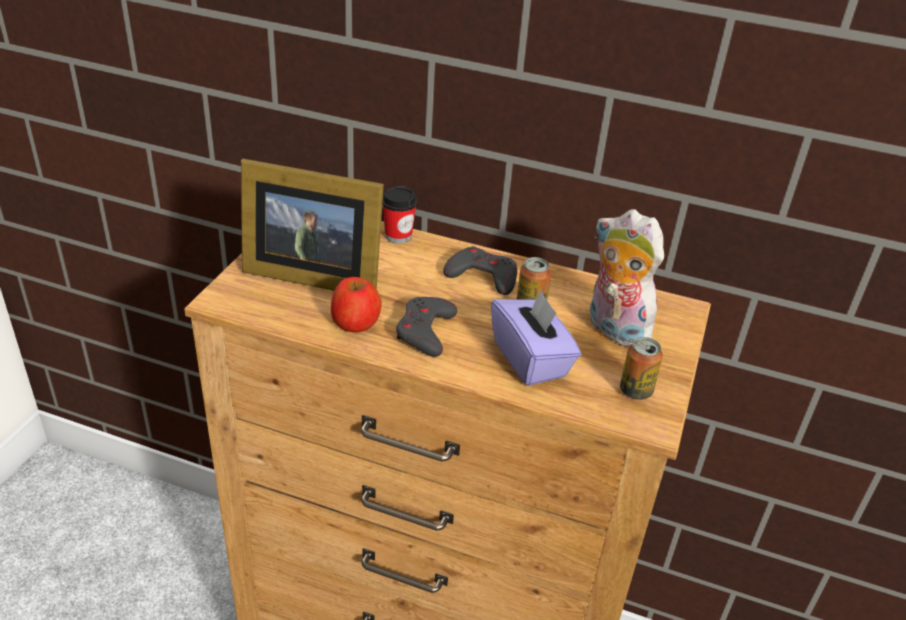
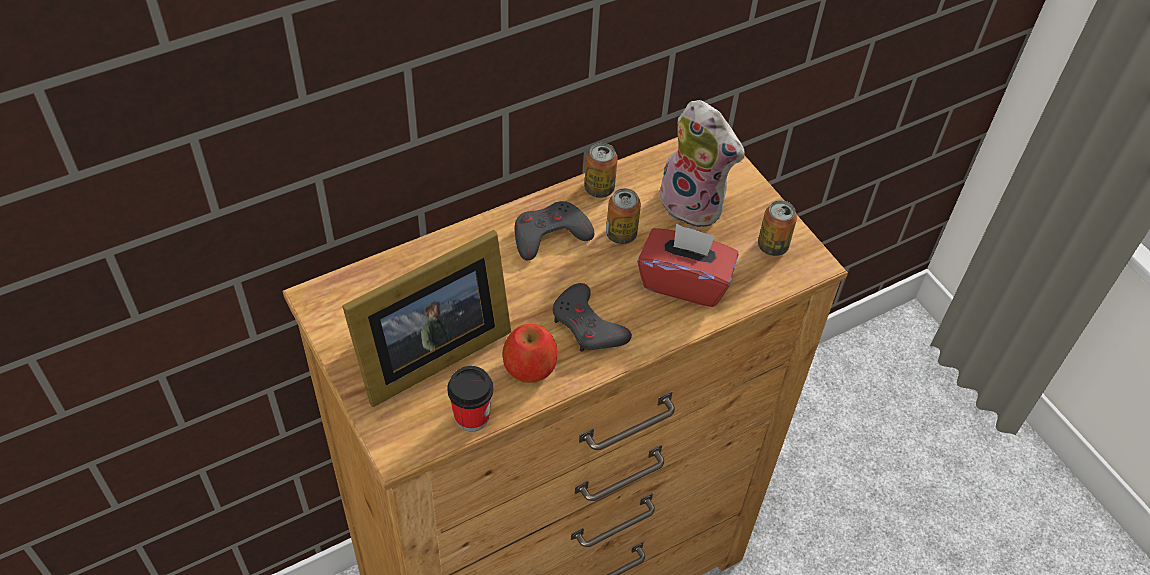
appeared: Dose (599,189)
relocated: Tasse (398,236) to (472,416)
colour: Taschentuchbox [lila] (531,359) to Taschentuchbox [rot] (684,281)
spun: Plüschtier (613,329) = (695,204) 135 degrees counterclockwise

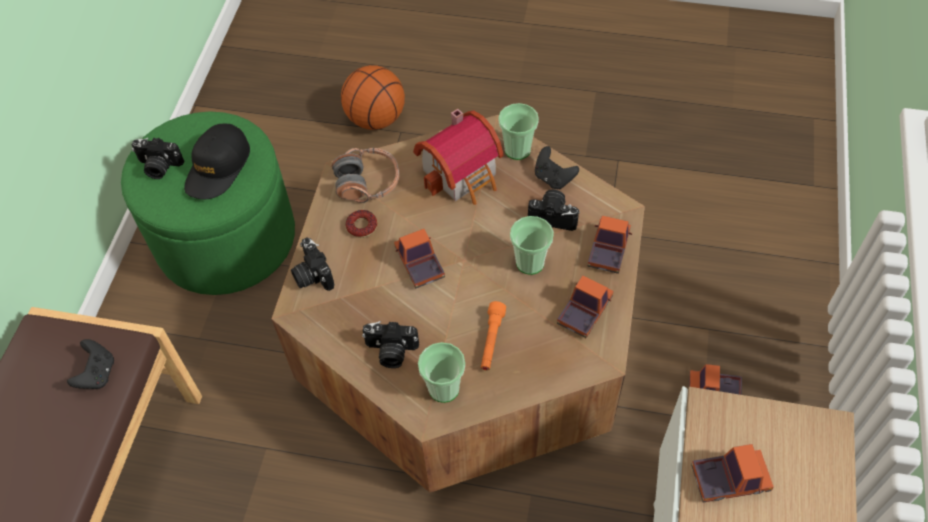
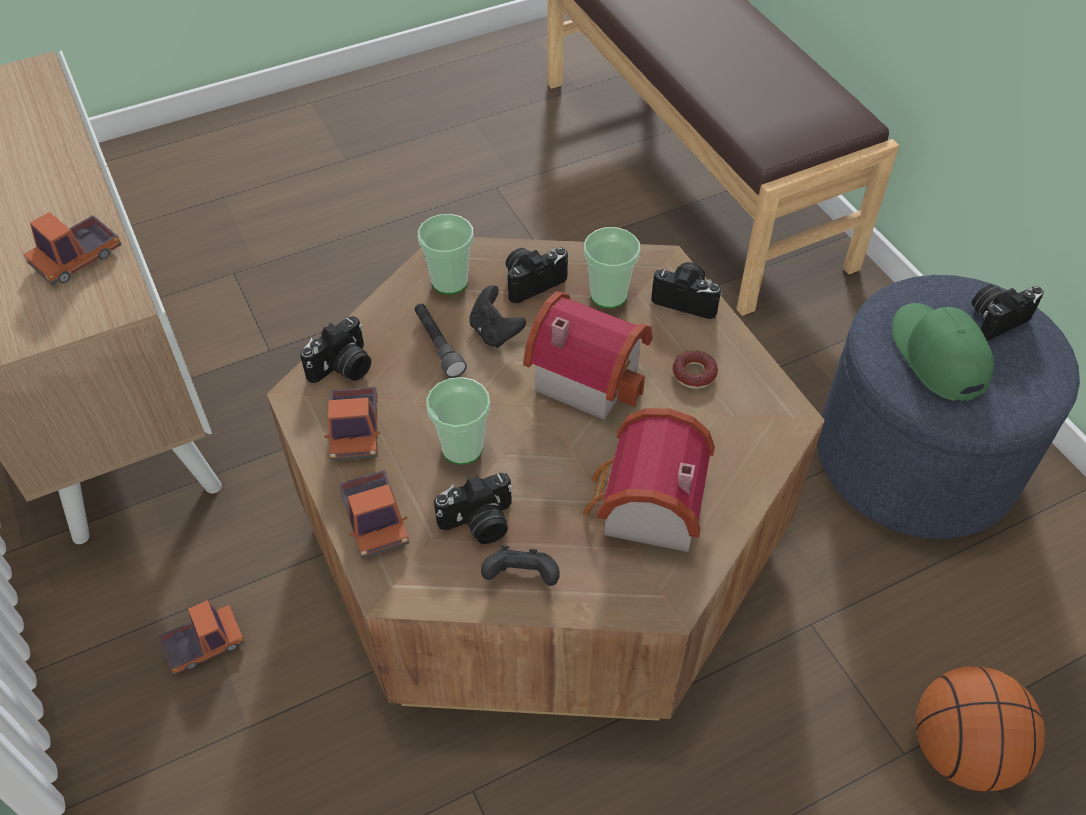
missing: Kopfhörer (367,183)
appeared: Kamera (343,368)
relocated: Gamepad [schwarz] (97,374) to (495,332); Tasse (517,150) to (608,295)
exchanged: Spielzeuglaster (419,264) to Spielzeughaus (587,373)
colour: Taschenlampe [orange] (491,340) to Taschenlampe [grau] (438,345); Polsterhocker [grün] (226,238) to Polsterhocker [blau] (916,458); Kappe [schwarz] (218,168) to Kappe [grün] (937,356)

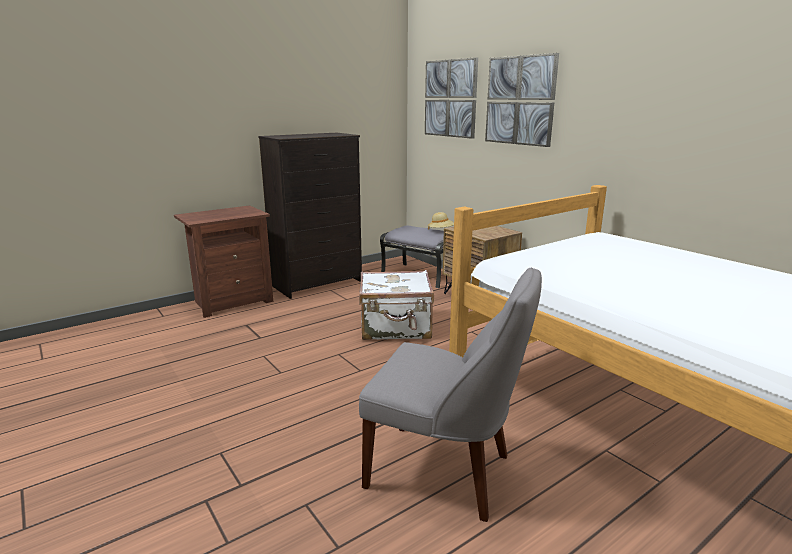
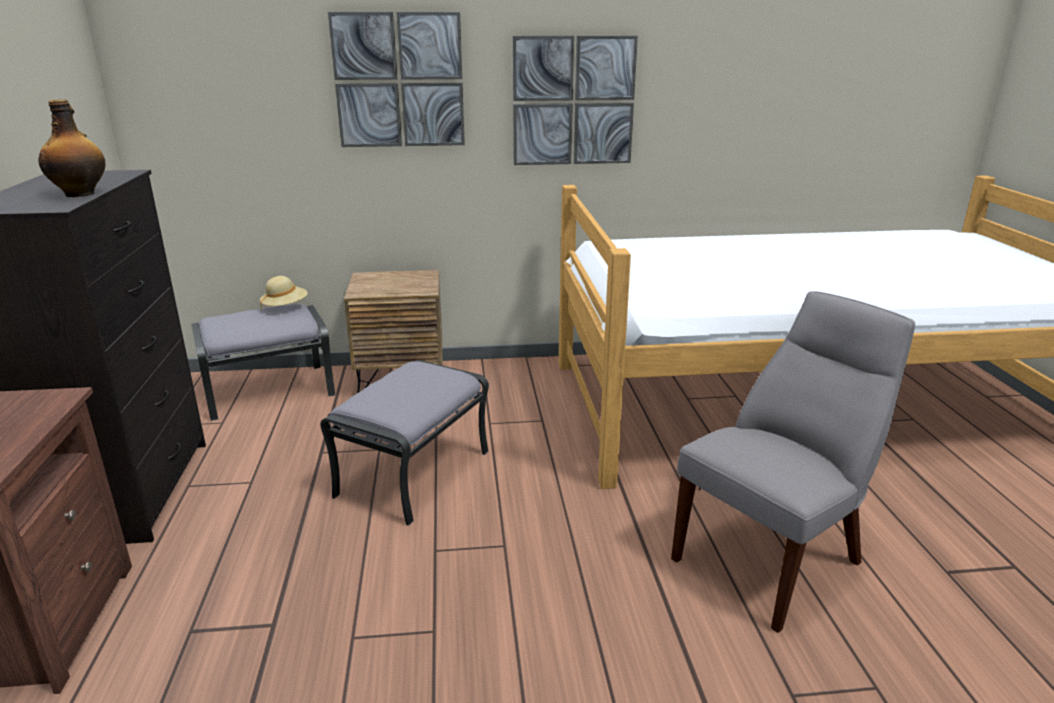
appeared: Flasche (81,194)
relocated: Bild (450,98) to (573,101)
exchanged: Koffer [weiß] (396,328) to Polsterhocker [grau] (413,472)

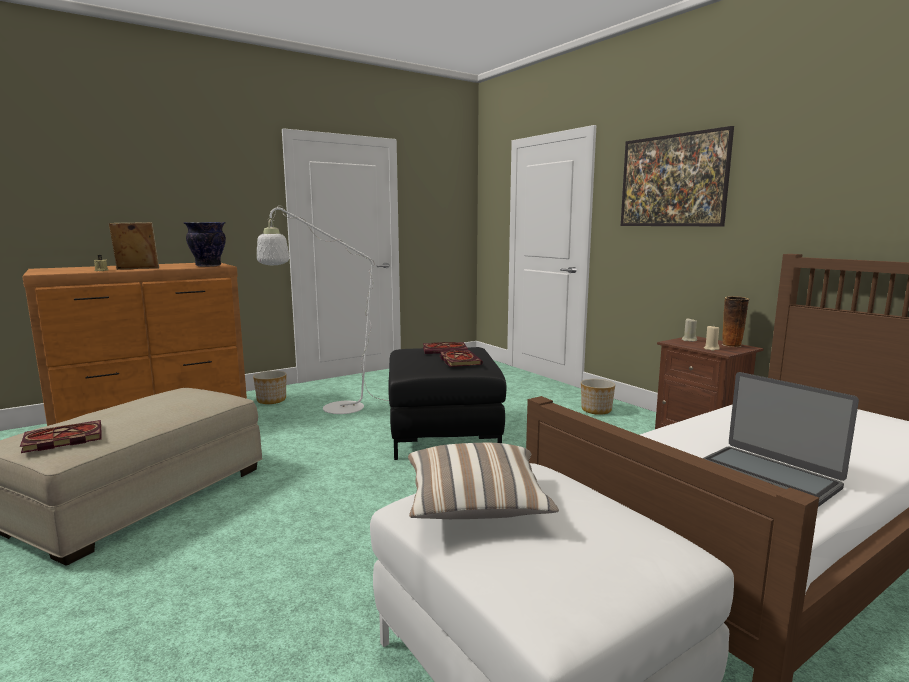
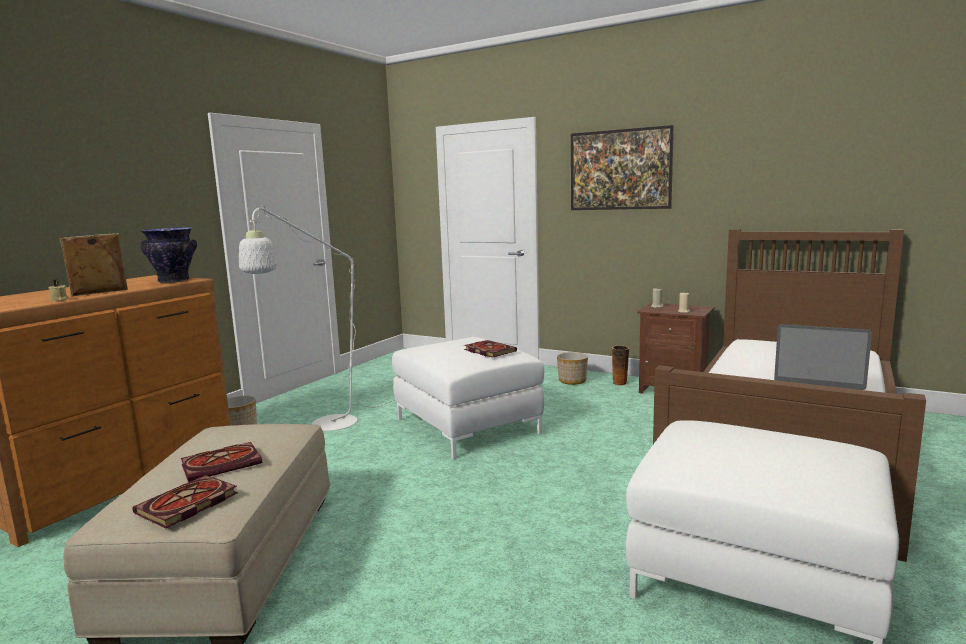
missing: Kissen (476,506)
relocated: Buch (445,350) to (223,464); Vase (732,345) to (620,383)
colour: Polsterhocker [schwarz] (442,433) to Polsterhocker [weiß] (466,426)

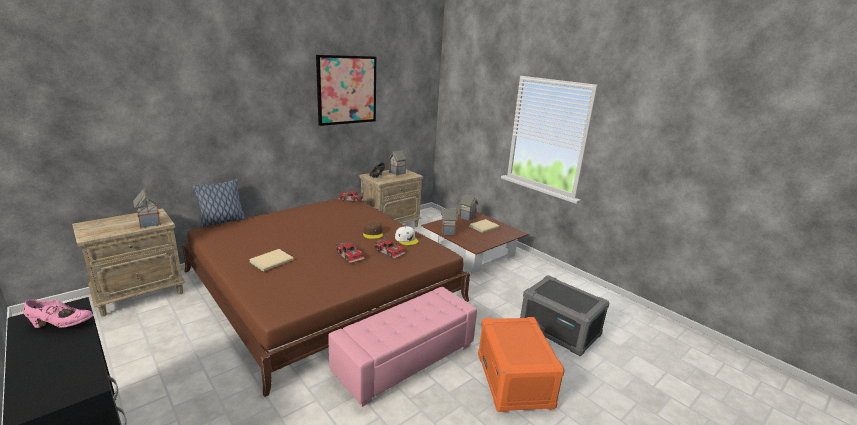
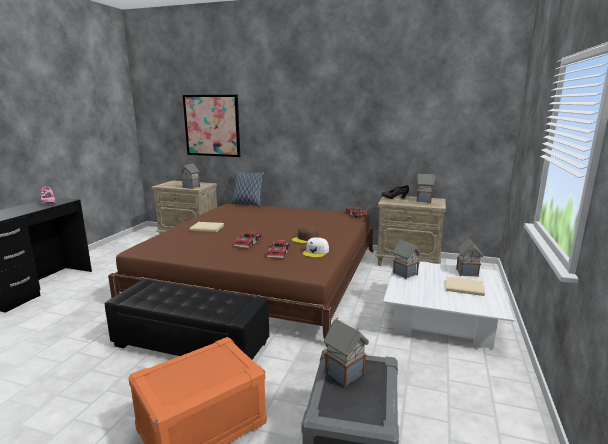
appeared: Spielzeughaus (345,374)
relocated: Bild (347,90) to (212,125)
colour: Polsterhocker [rosa] (405,358) to Polsterhocker [schwarz] (191,344); Couchtisch [braun] (471,252) to Couchtisch [weiß] (440,317)

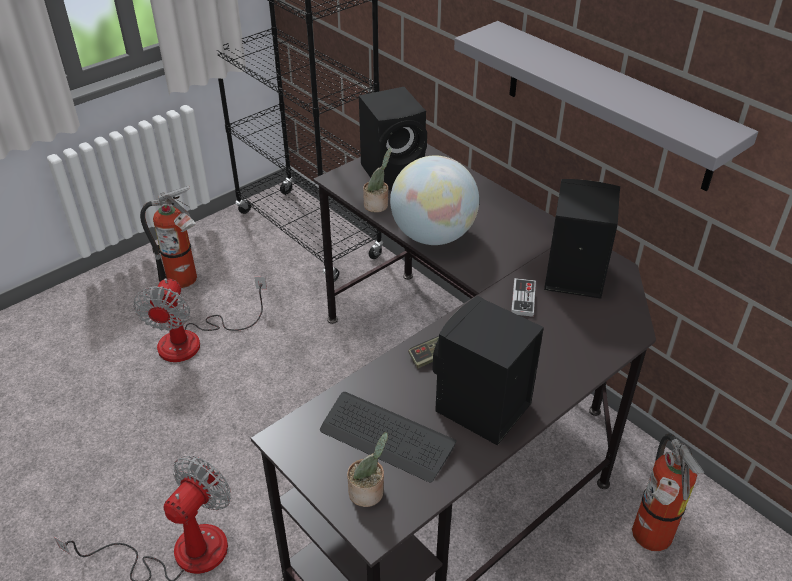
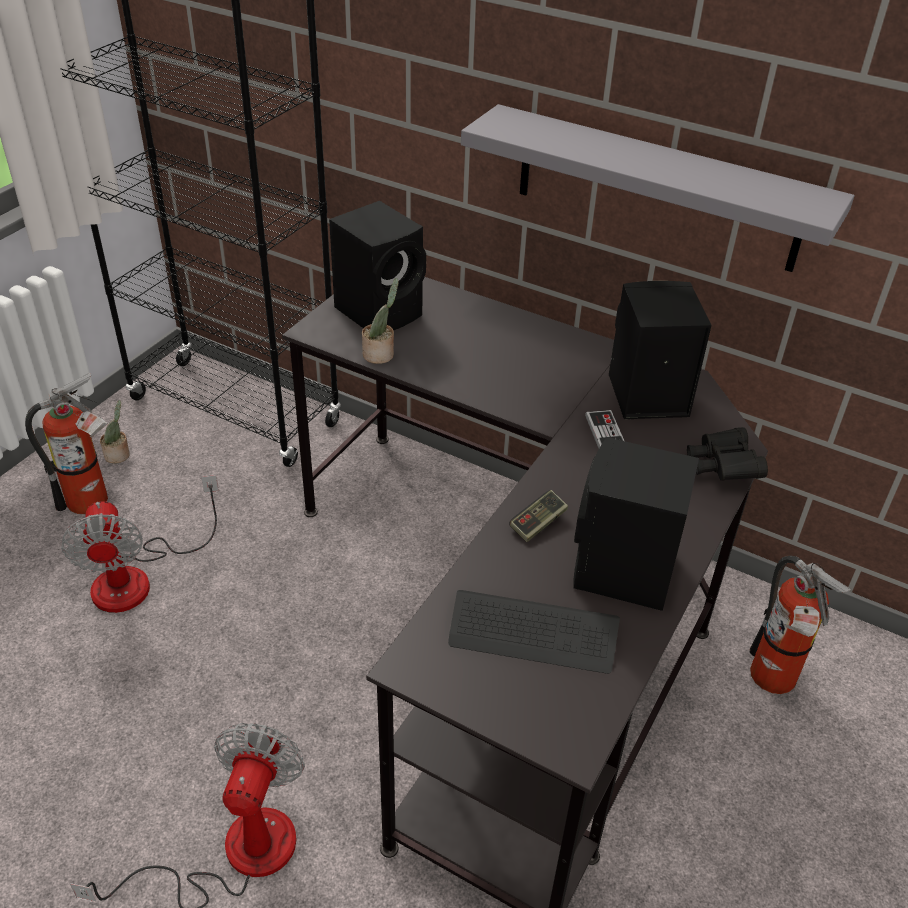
missing: Globus (433,236)
appeared: Fernglas [schwarz] (722,467)
relocated: Topfpflanze (368,493) to (119,455)

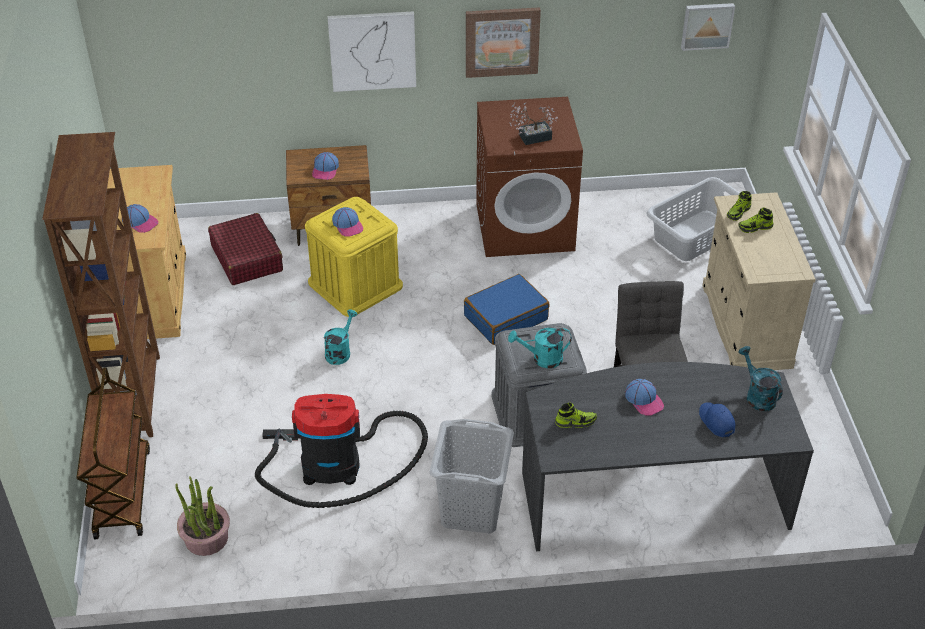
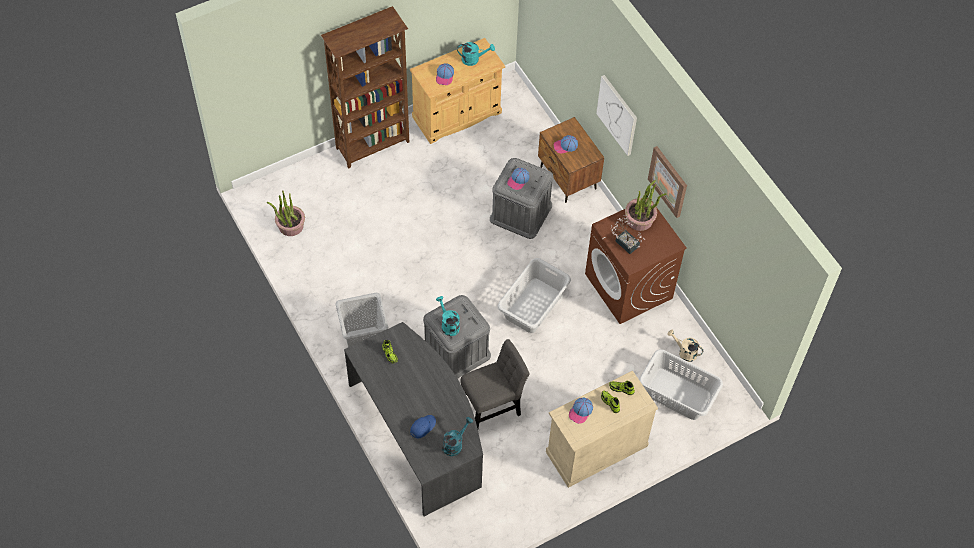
missing: Rollwagen [braun] (122,492); Koffer [rot] (247,258); Staubsauger (338,466); Bild (707,25)
appeared: Topfpflanze (640,219); Gießkanne [beige] (684,352)
relocated: Gießkanne [türkis] (340,351) to (473,59); Kappe (644,400) to (580,411)
exchanged: Koffer [blau] (505,317) to Wäschekorb [grau] (532,305)
colour: Aufbewahrungsbox [gelb] (355,284) to Aufbewahrungsbox [grau] (521,212)

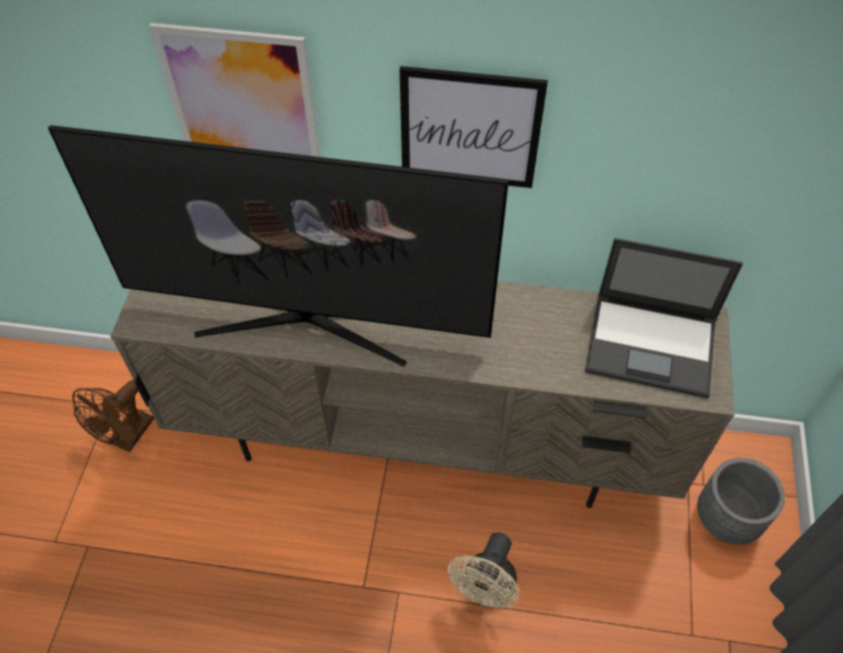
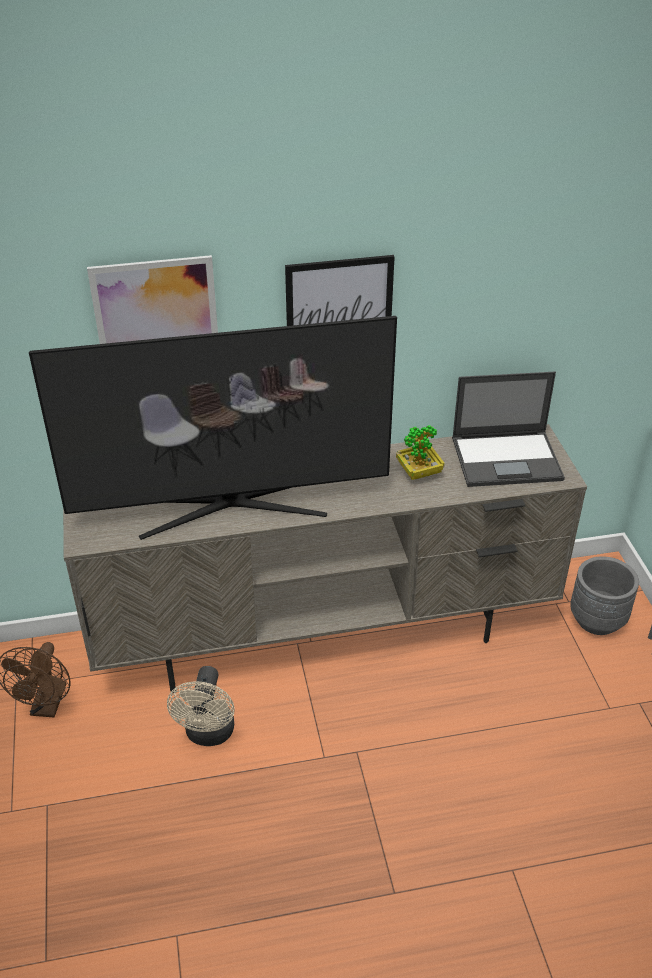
appeared: Topfpflanze (419,472)
relocated: Ventilator [beige] (485,590) to (208,734)

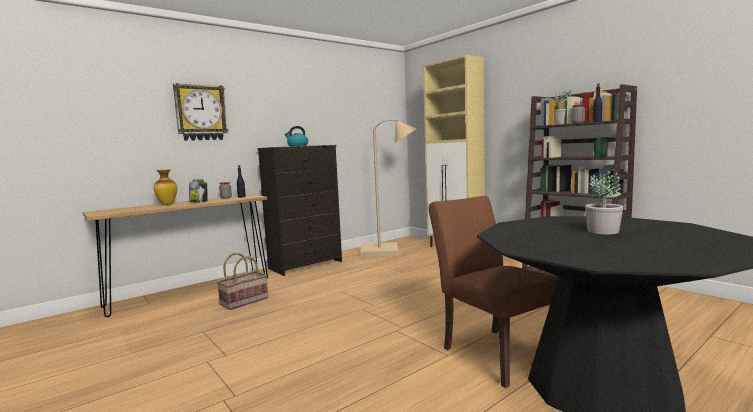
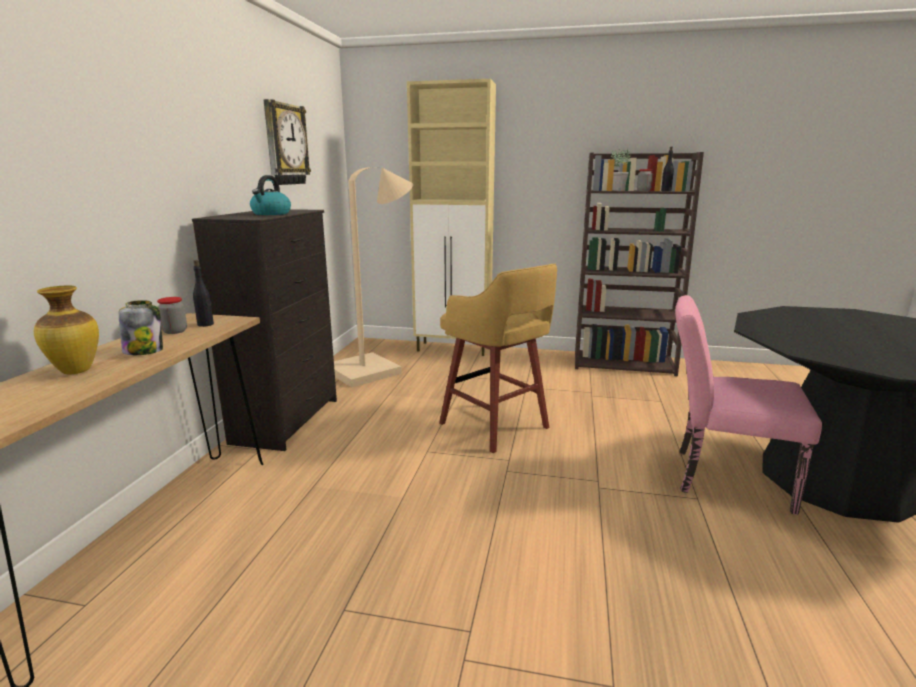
missing: Korb (244,301); Topfpflanze (603,231)
appeared: Hocker [gelb] (496,427)
relocated: Wanduhr (201,113) to (285,144)
colour: Stuhl [braun] (493,352) to Stuhl [rosa] (721,477)

